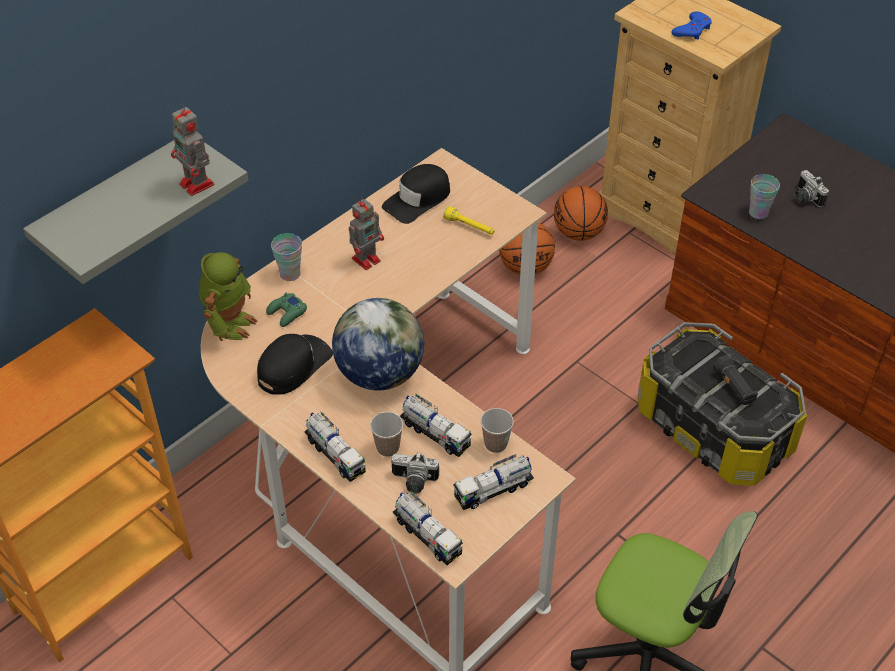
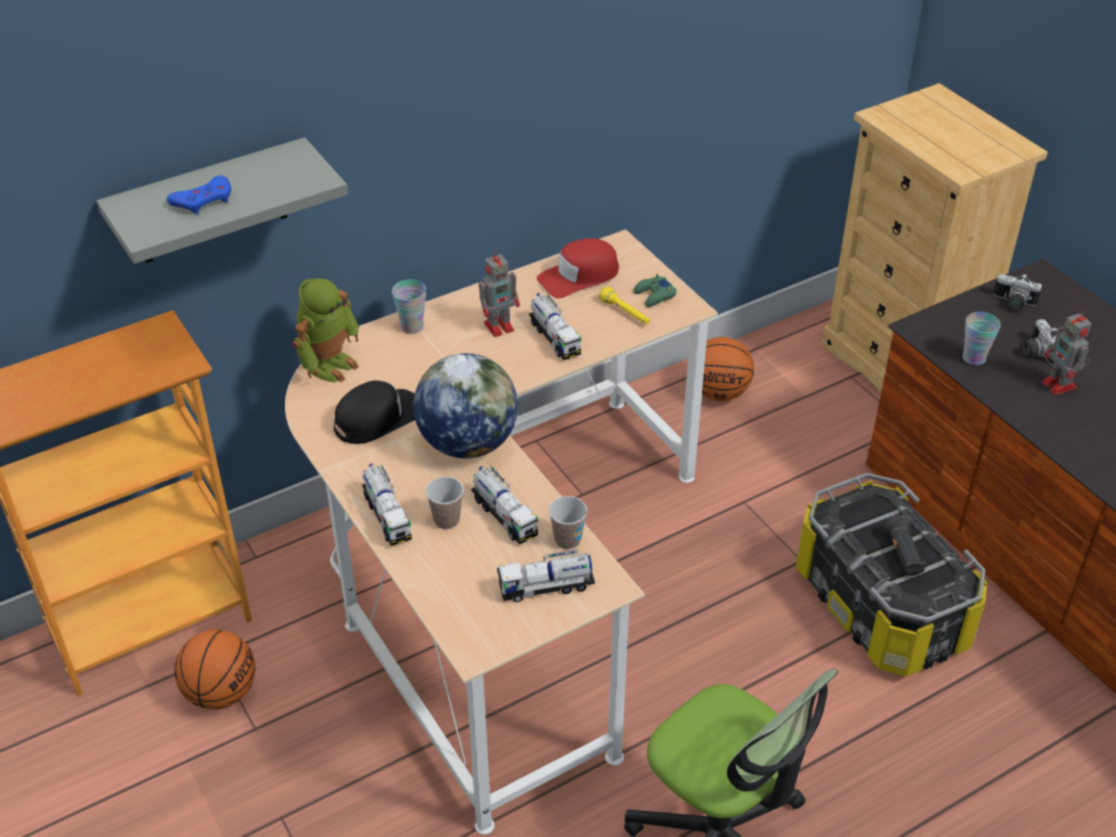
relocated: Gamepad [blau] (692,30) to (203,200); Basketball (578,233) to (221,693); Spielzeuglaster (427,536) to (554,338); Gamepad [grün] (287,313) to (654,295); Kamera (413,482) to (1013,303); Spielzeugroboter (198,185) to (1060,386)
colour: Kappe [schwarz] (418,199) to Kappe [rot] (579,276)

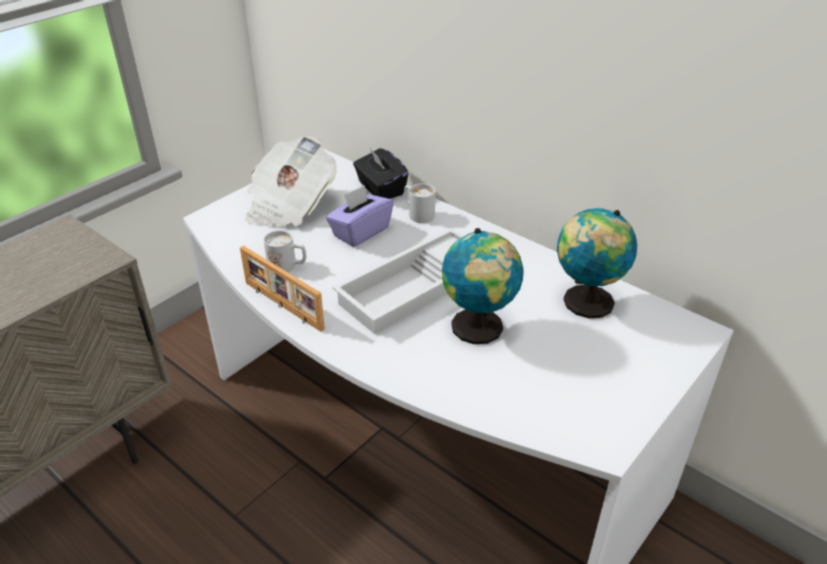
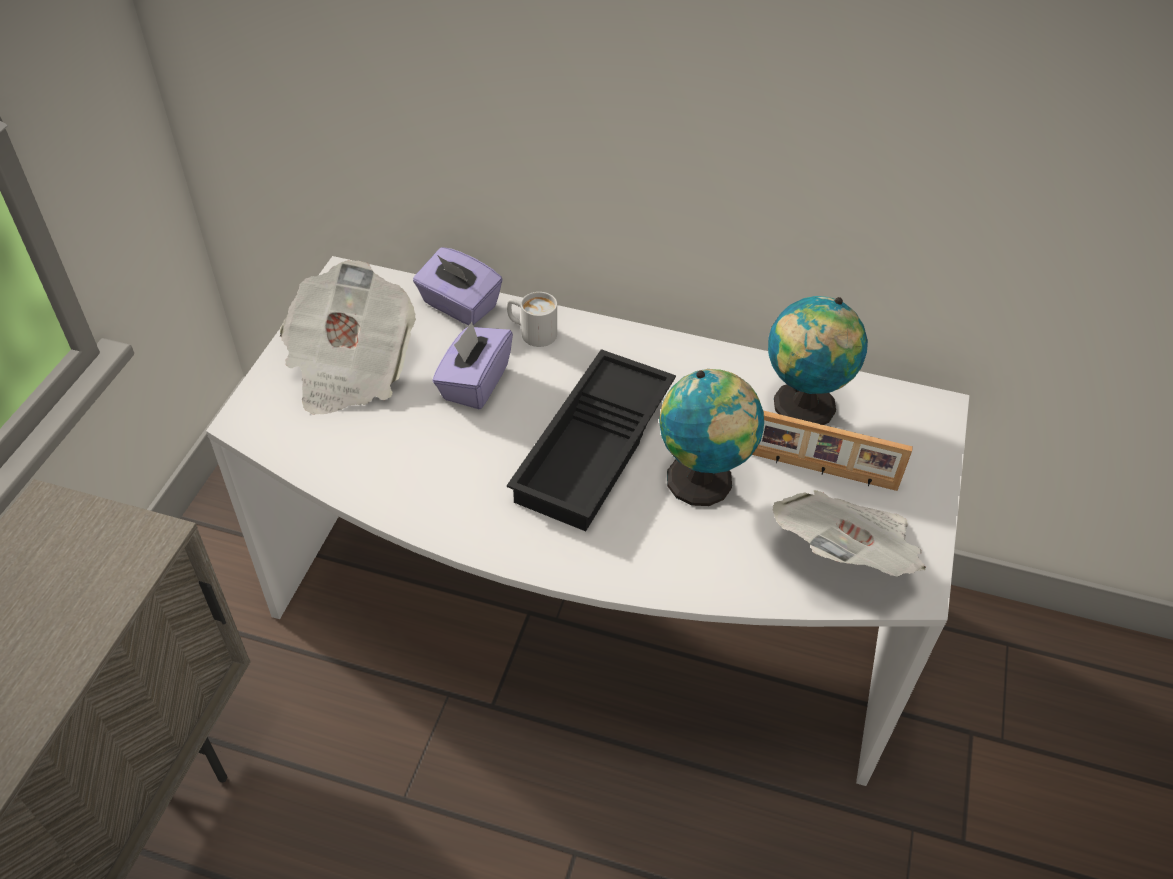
missing: Henkelbecher [weiß] (288,266)
appeared: Zeitung (846,555)
relocated: Bilderrahmen (282,306) to (822,471)
colour: Taschentuchbox [schwarz] (380,189) to Taschentuchbox [lila] (459,306); Tablett [weiß] (415,289) to Tablett [schwarz] (596,449)

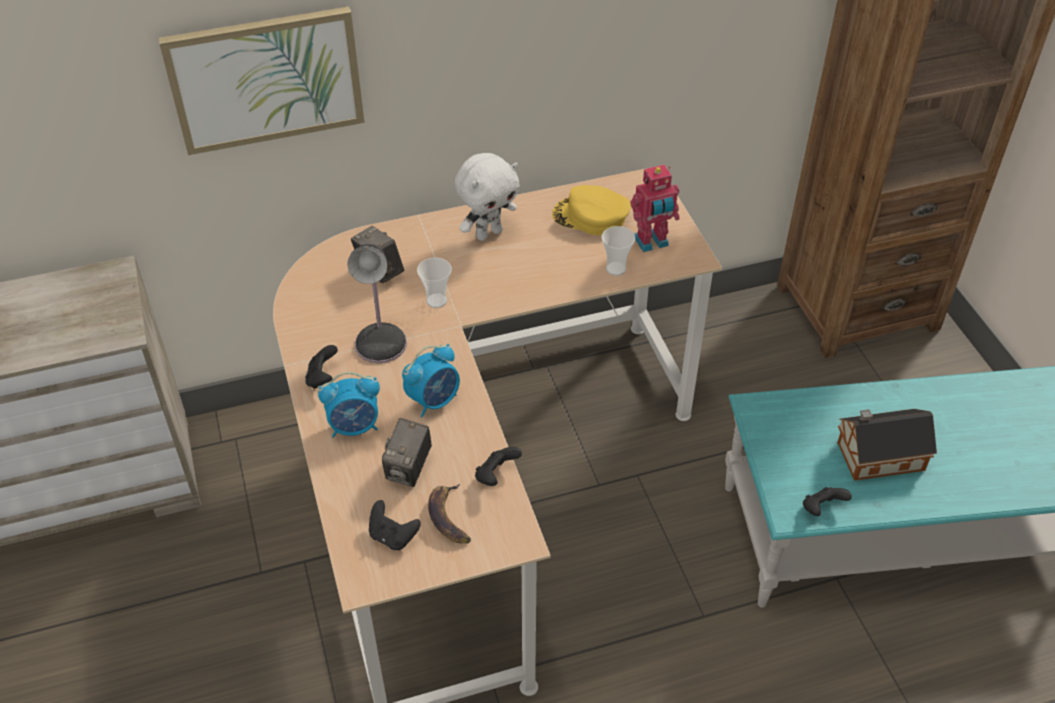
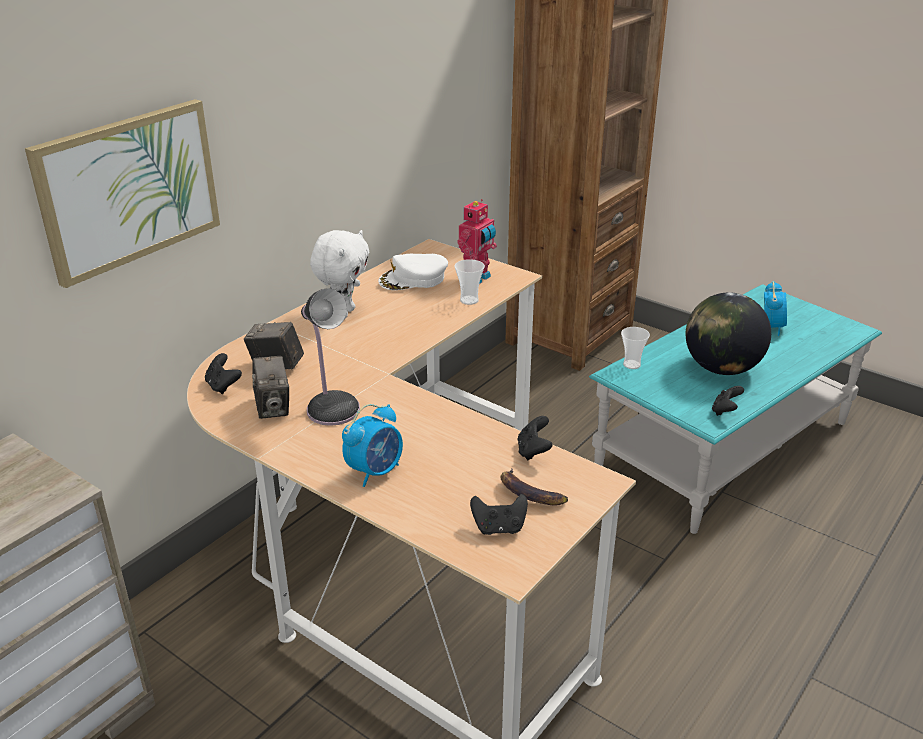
relocated: Gamepad [schwarz] (322,378) to (223,386); Kamera (409,469) to (273,407); Tasse (436,301) to (631,364); Wecker (434,400) to (771,327)
exchanged: Spielzeughaus (876,456) to Globus (721,368)
colour: Kappe [gelb] (590,216) to Kappe [weiß] (413,279)

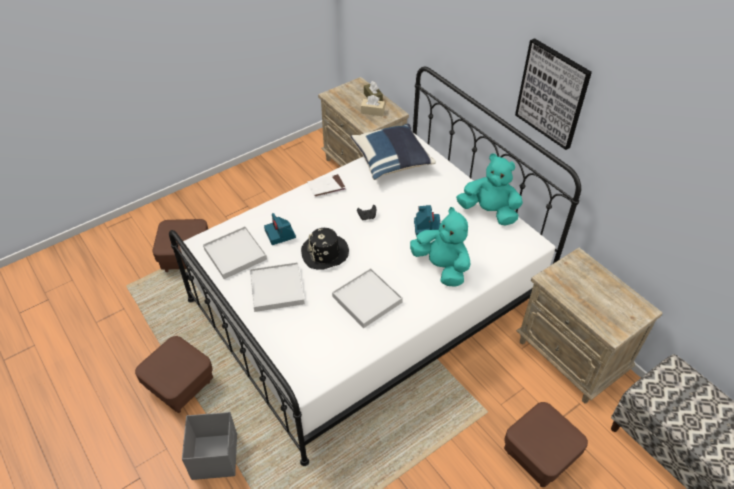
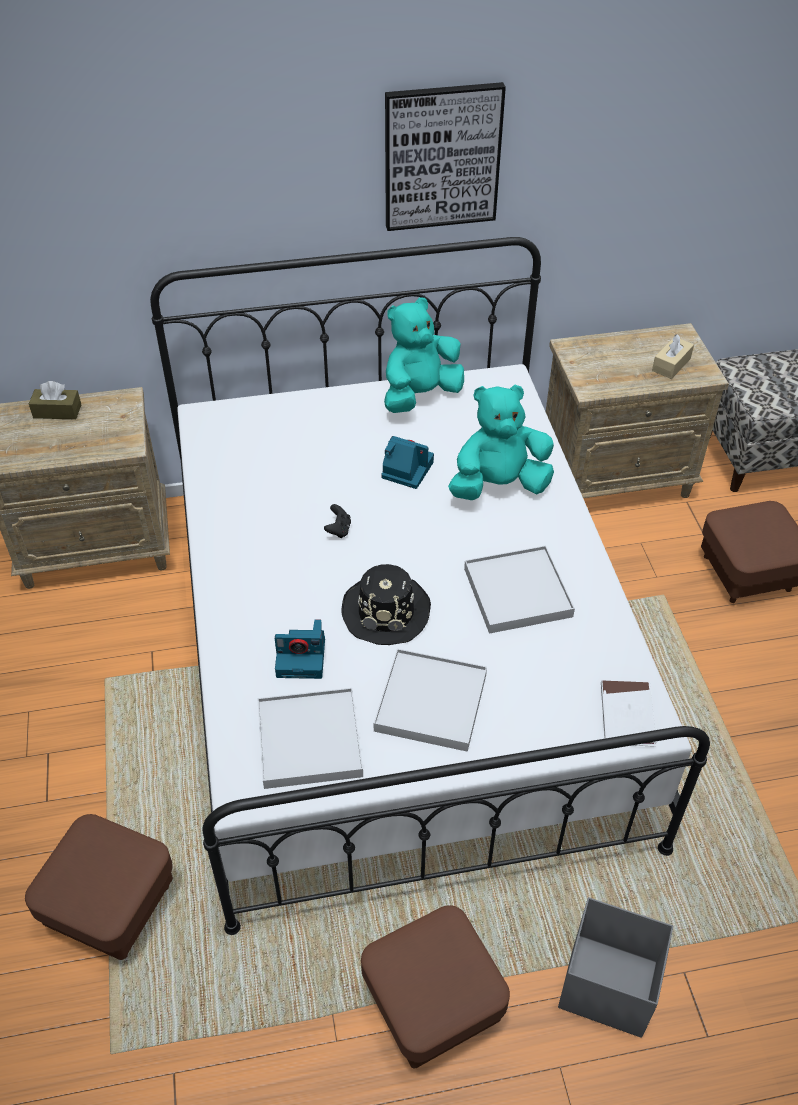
missing: Kissen [blau] (392,161)
relocated: Buch [weiß] (326,187) to (626,715); Taschentuchbox [beige] (372,111) to (671,365)

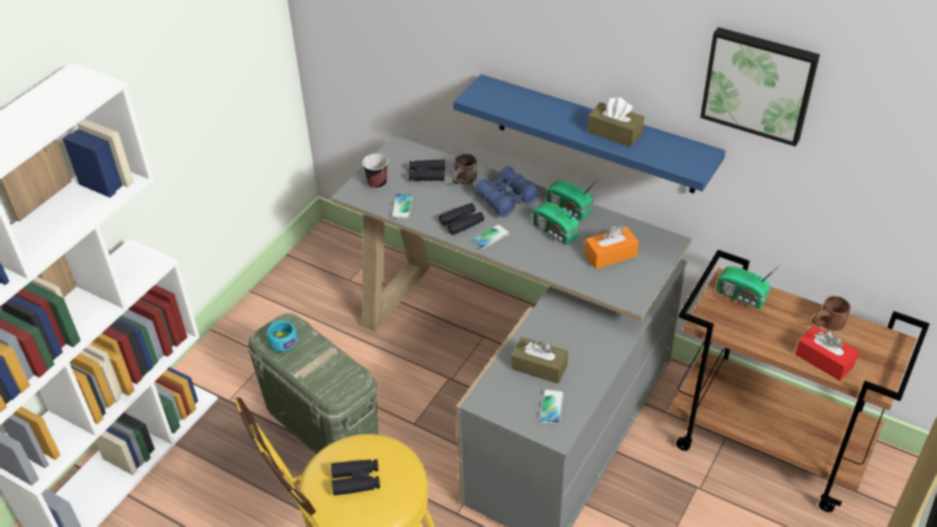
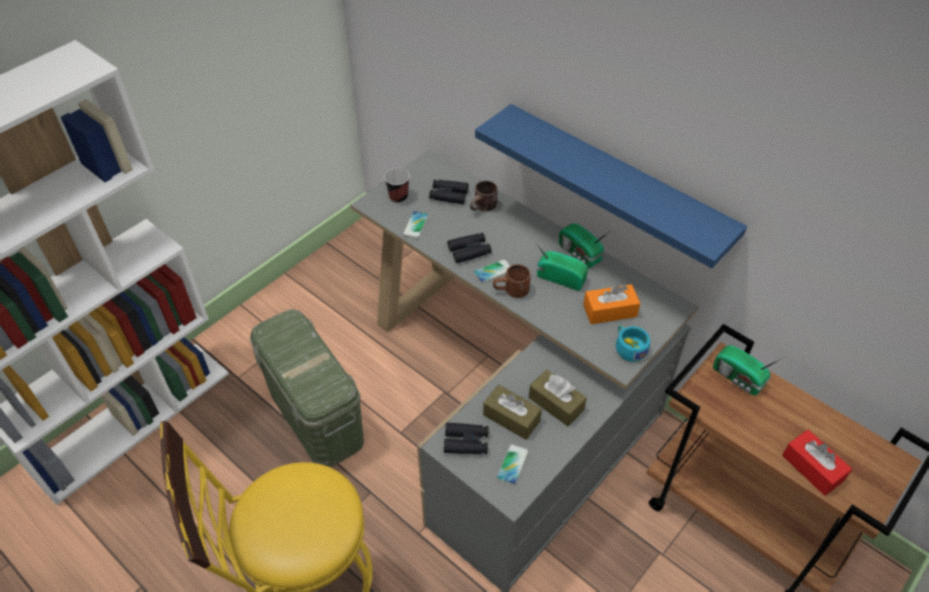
missing: Fernglas [blau] (506,199); Bild (759,84)
relocated: Fernglas [schwarz] (356,480) to (466,442); Henkelbecher [braun] (828,326) to (512,292); Taschentuchbox [braun] (614,133) to (556,403); Tasse [türkis] (281,340) to (628,347)
spun: Radio (555,232) = (560,277) 150 degrees clockwise

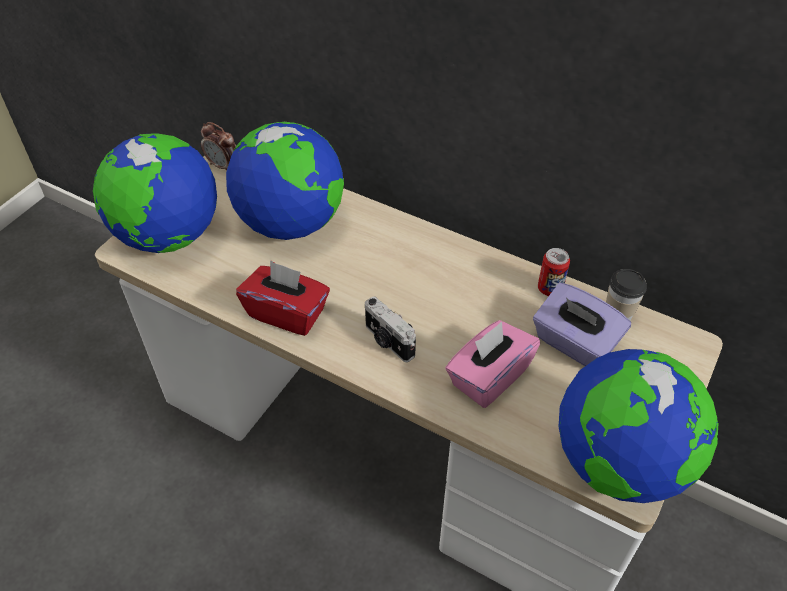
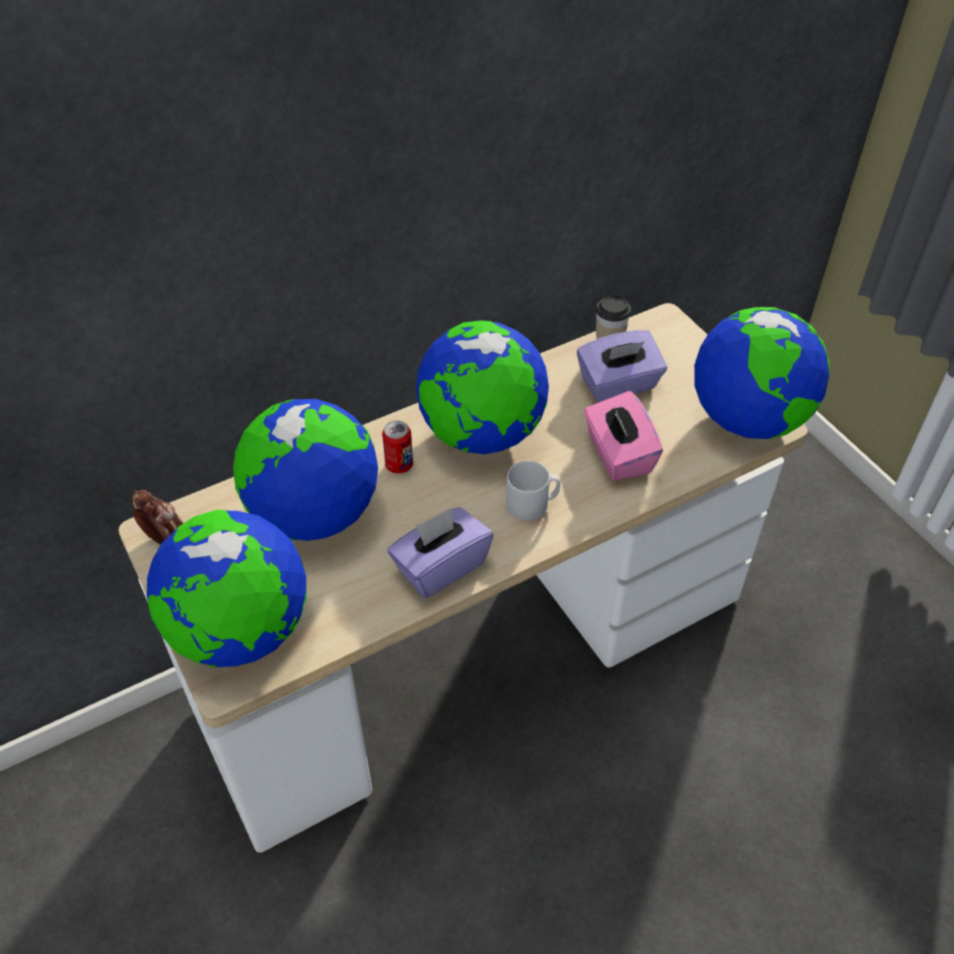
appeared: Globus (481,434)
relocated: Dose (550,289) to (399,465)
exchanged: Kamera (388,342) to Henkelbecher [grau] (532,504)
colour: Taschentuchbox [rot] (287,313) to Taschentuchbox [lila] (440,566)
spun: Wecker (223,166) = (164,539) 120 degrees counterclockwise

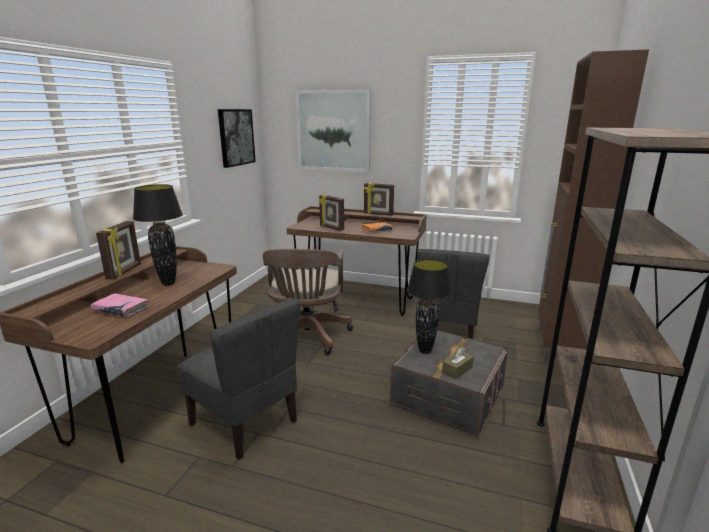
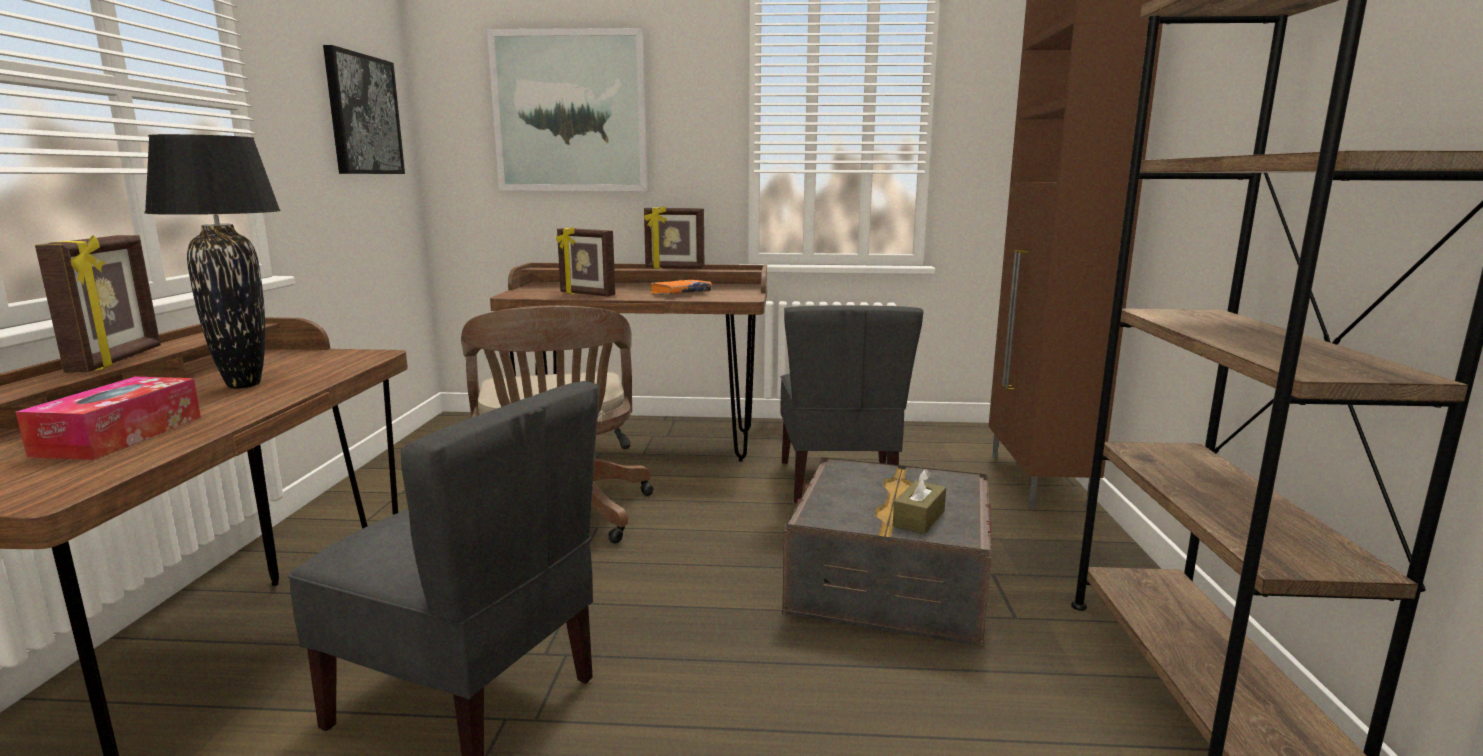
missing: Tischlampe [schwarz] (424,351)
exchanged: Buch [rosa] (120,310) to Taschentuchbox (120,436)

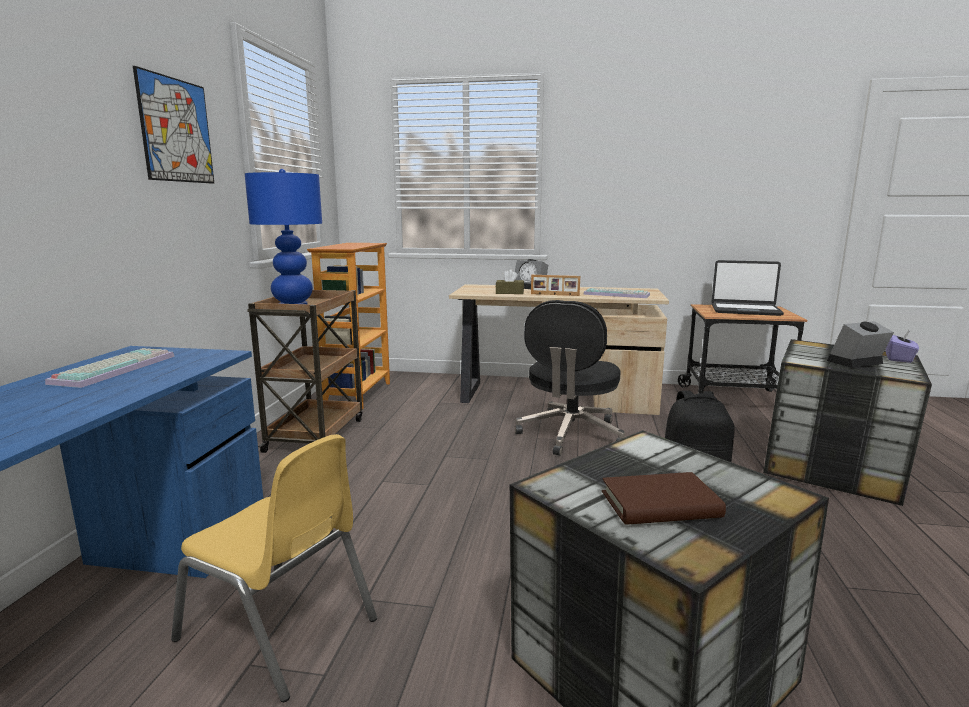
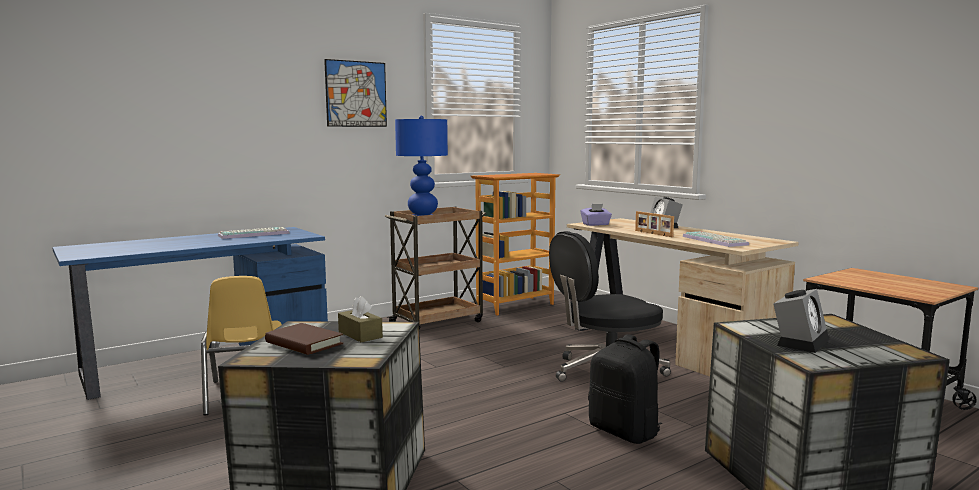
missing: Laptop (745,310)
relocated: Taschentuchbox [braun] (509,293) to (360,334); Taschentuchbox [lila] (899,358) to (596,224)
spun: Wecker (856,363) = (800,341) 105 degrees clockwise

